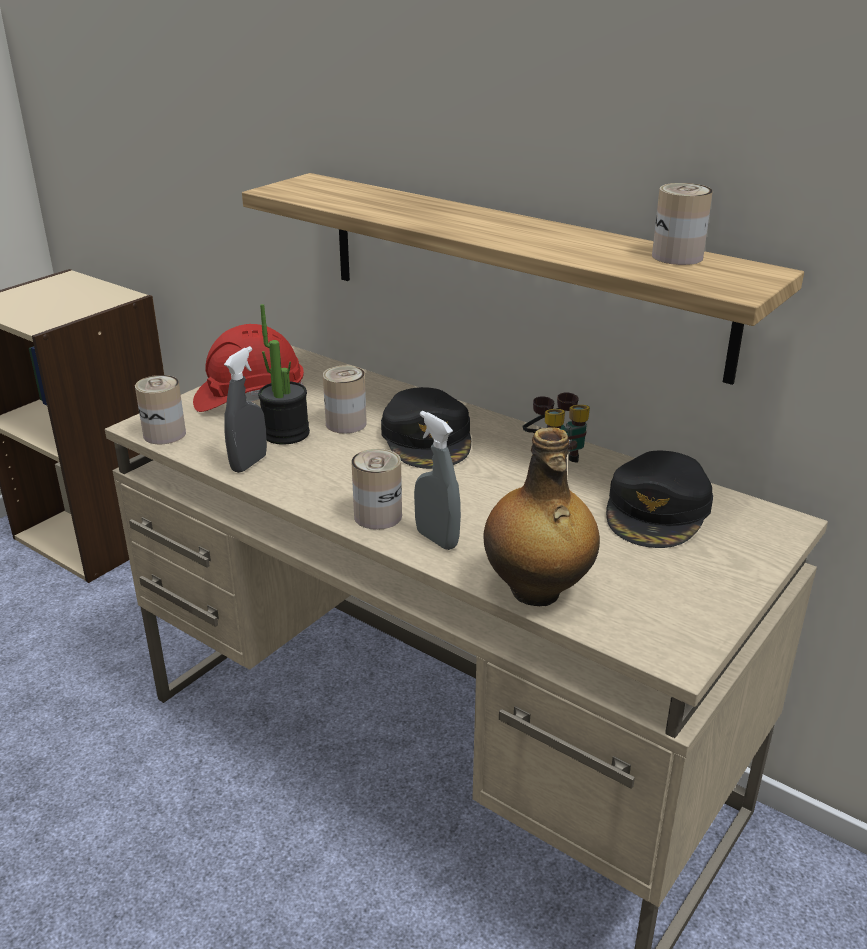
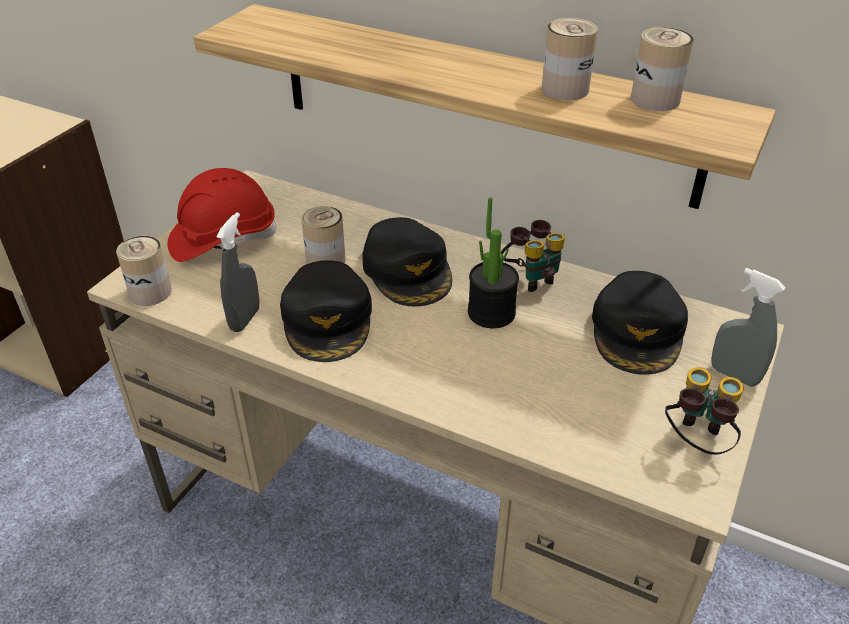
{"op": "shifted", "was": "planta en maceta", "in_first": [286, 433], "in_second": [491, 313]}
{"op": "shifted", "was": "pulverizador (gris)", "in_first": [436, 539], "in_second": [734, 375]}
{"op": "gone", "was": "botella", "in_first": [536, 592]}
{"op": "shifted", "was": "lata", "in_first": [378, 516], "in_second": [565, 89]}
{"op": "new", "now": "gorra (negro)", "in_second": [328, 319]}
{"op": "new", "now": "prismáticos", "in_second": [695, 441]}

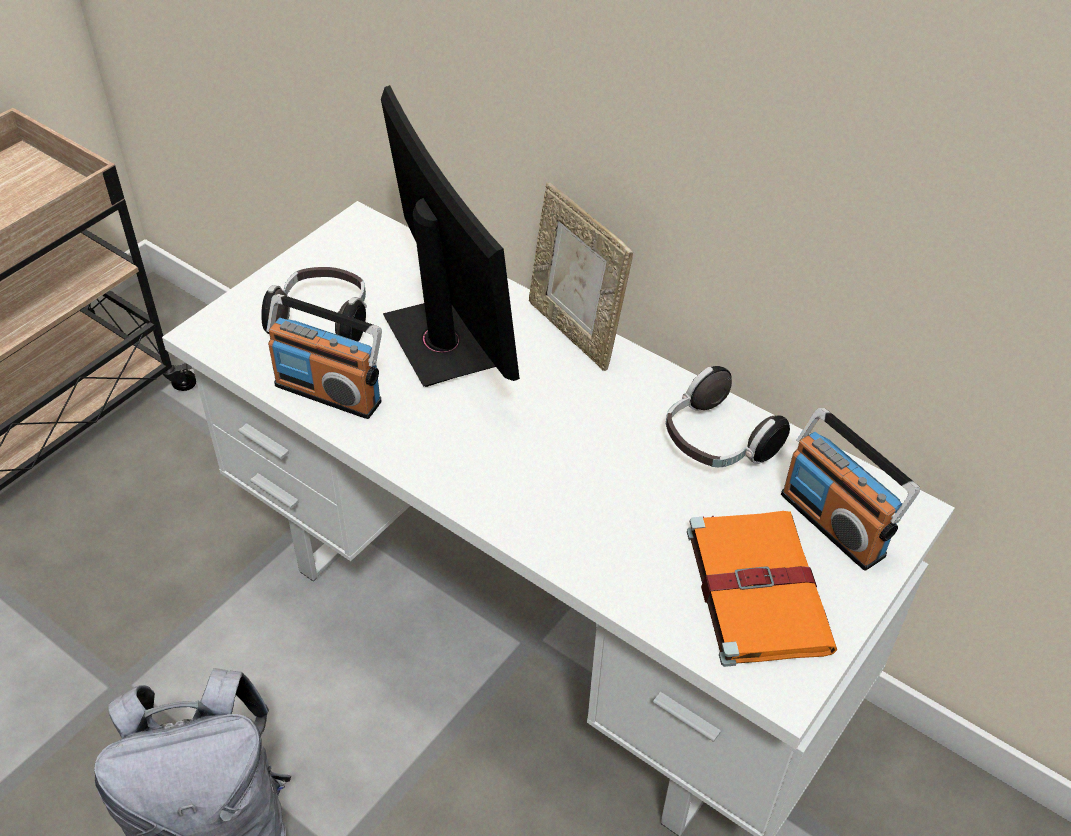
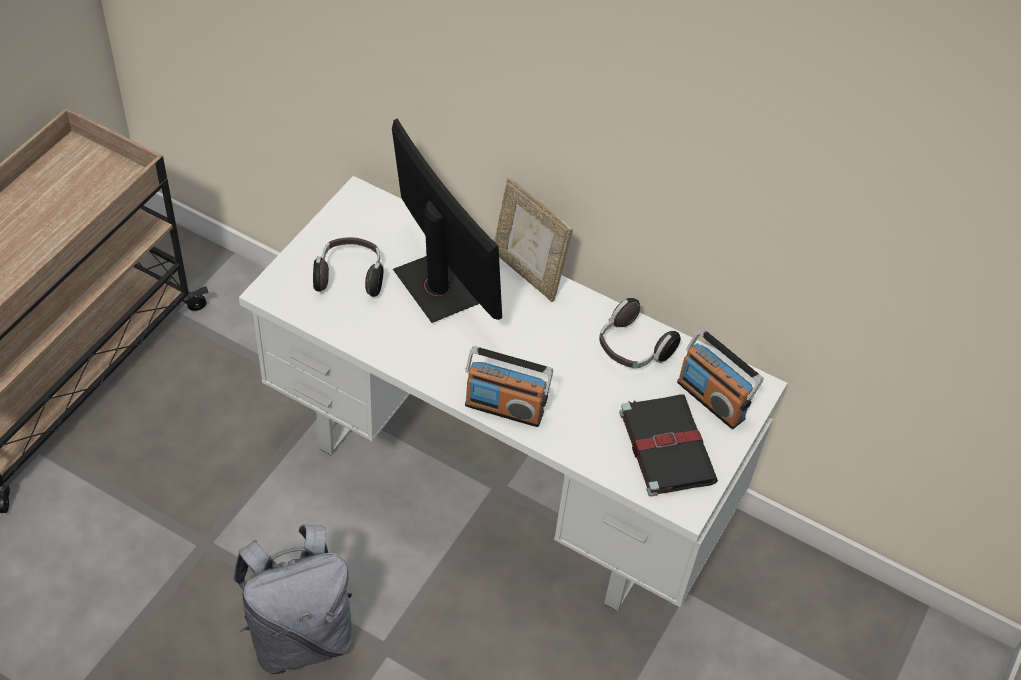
{"op": "shifted", "was": "radio", "in_first": [329, 392], "in_second": [504, 408]}
{"op": "repainted", "was": "libro (naranja)", "now": "libro (negro)", "in_first": [756, 587], "in_second": [666, 445]}

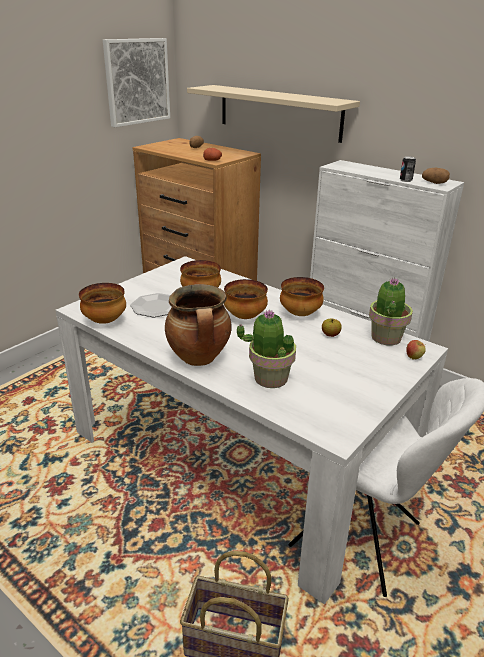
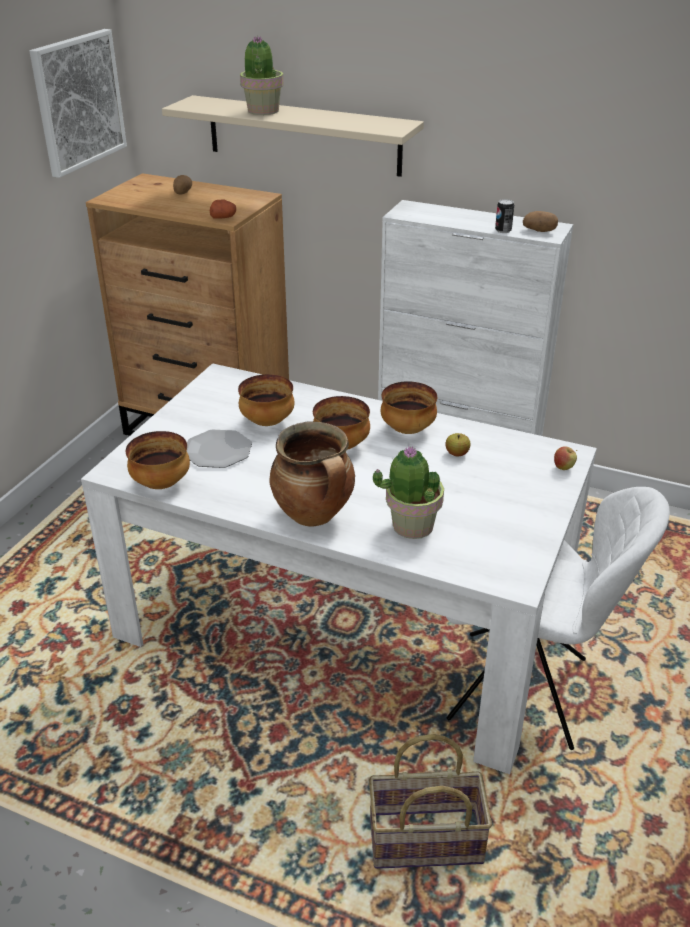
{"op": "shifted", "was": "planta en maceta", "in_first": [385, 338], "in_second": [262, 111]}

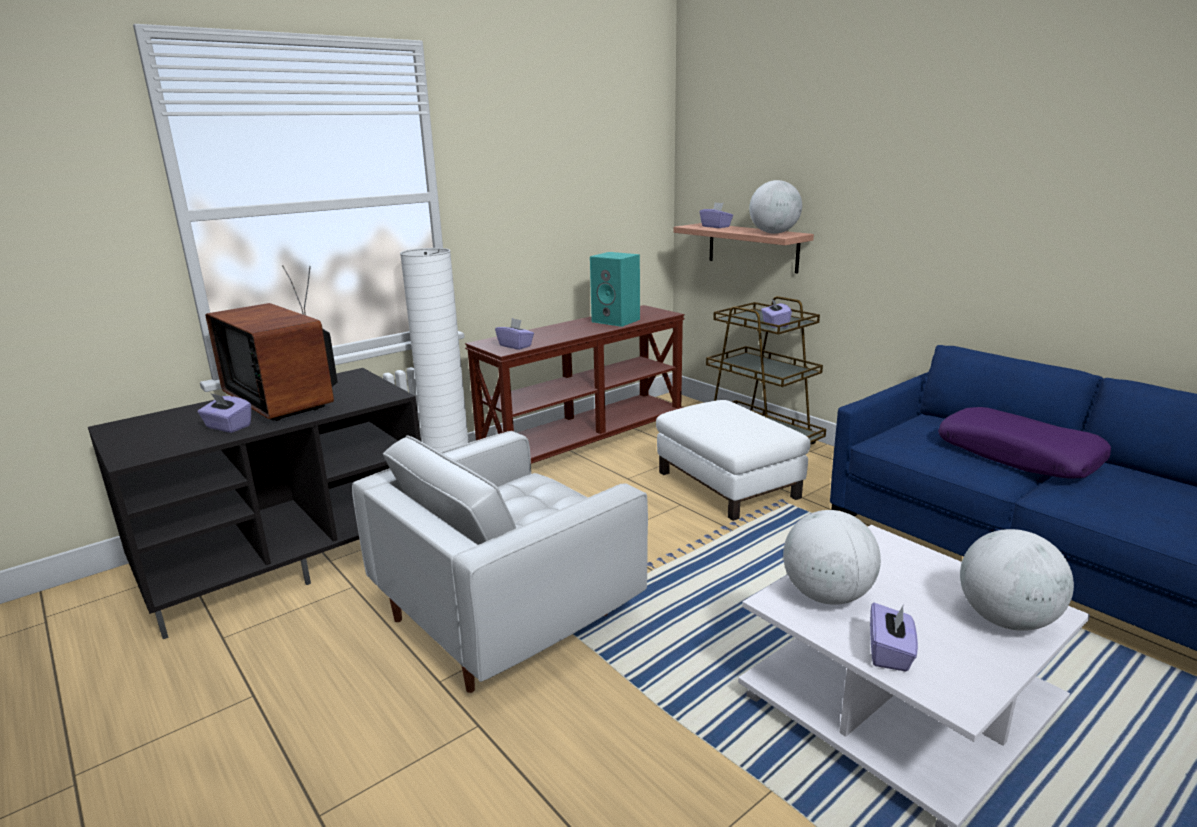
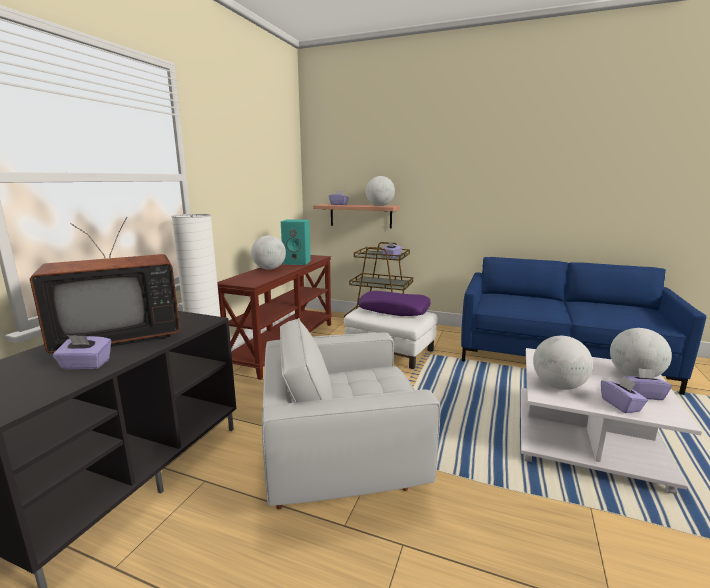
{"op": "rotated", "was": "televisor", "in_first": [287, 401], "in_second": [117, 337], "clockwise": -45}
{"op": "shifted", "was": "caja de pañuelos (morado)", "in_first": [515, 346], "in_second": [643, 395]}
{"op": "shifted", "was": "cojín (morado)", "in_first": [1018, 456], "in_second": [394, 310]}
{"op": "rotated", "was": "sillón (blanco)", "in_first": [509, 612], "in_second": [343, 460], "clockwise": 60}
{"op": "new", "now": "globo terráqueo", "in_second": [269, 269]}

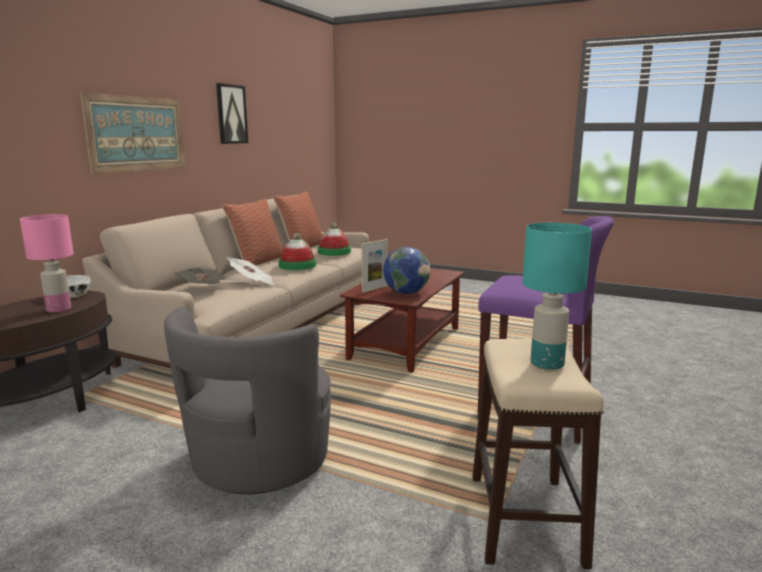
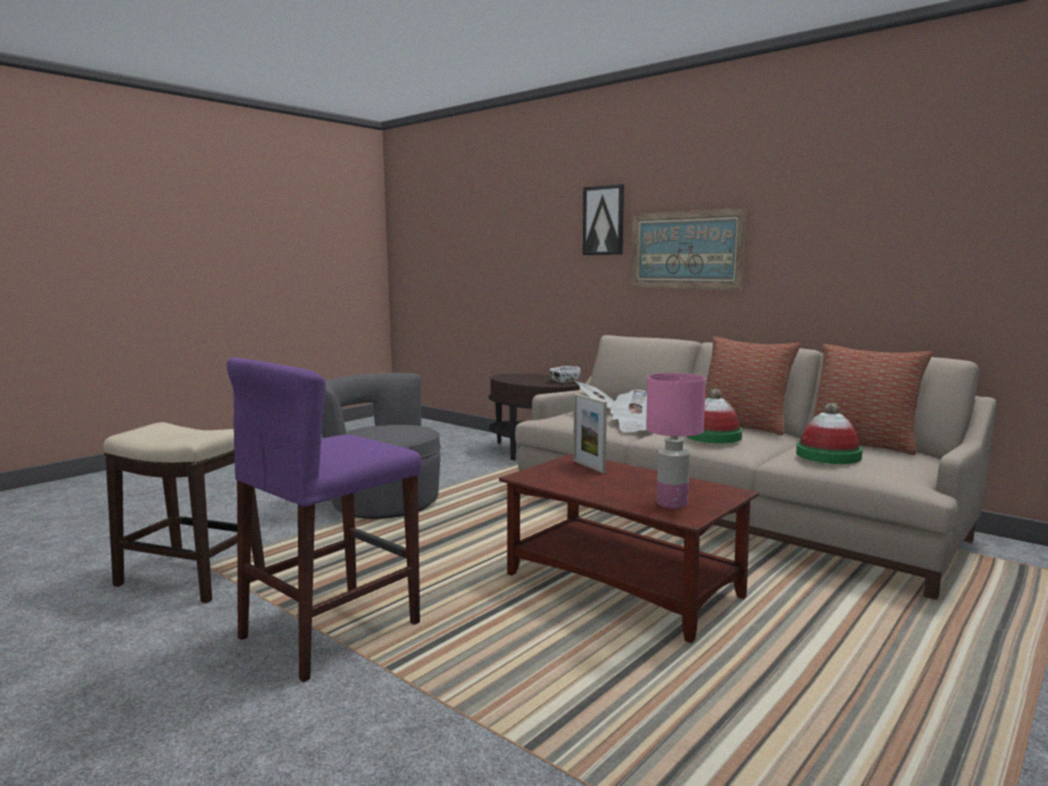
{"op": "shifted", "was": "cuadro", "in_first": [231, 114], "in_second": [604, 220]}
{"op": "shifted", "was": "lámpara de mesa (rosa)", "in_first": [59, 309], "in_second": [672, 504]}
{"op": "gone", "was": "lámpara de mesa (turquesa)", "in_first": [548, 363]}
{"op": "gone", "was": "globo terráqueo", "in_first": [406, 293]}

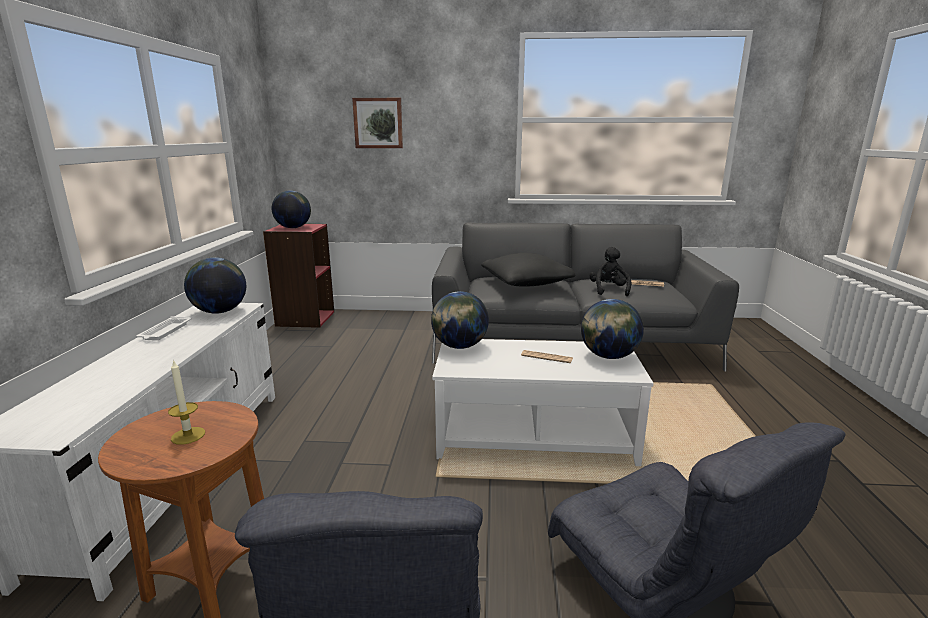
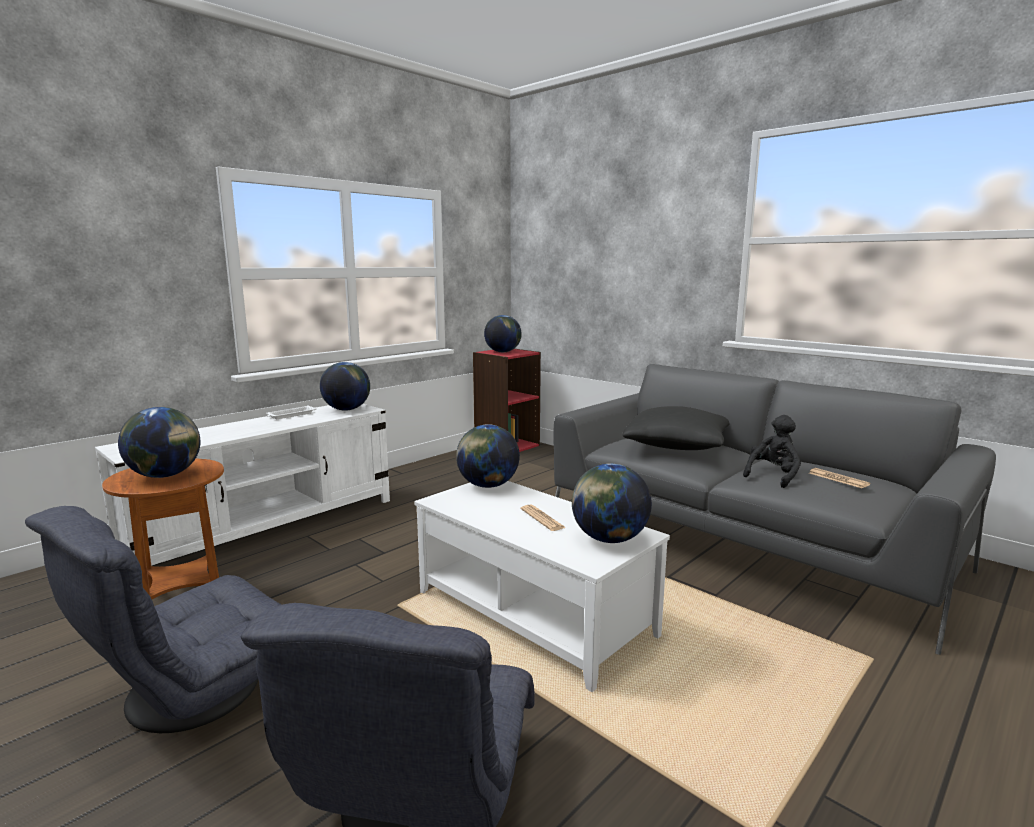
{"op": "gone", "was": "cuadro", "in_first": [378, 123]}
{"op": "swapped", "was": "vela", "now": "globo terráqueo", "in_first": [188, 435], "in_second": [165, 475]}

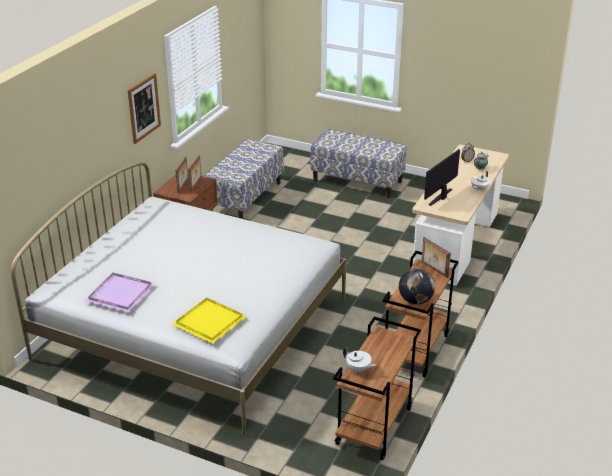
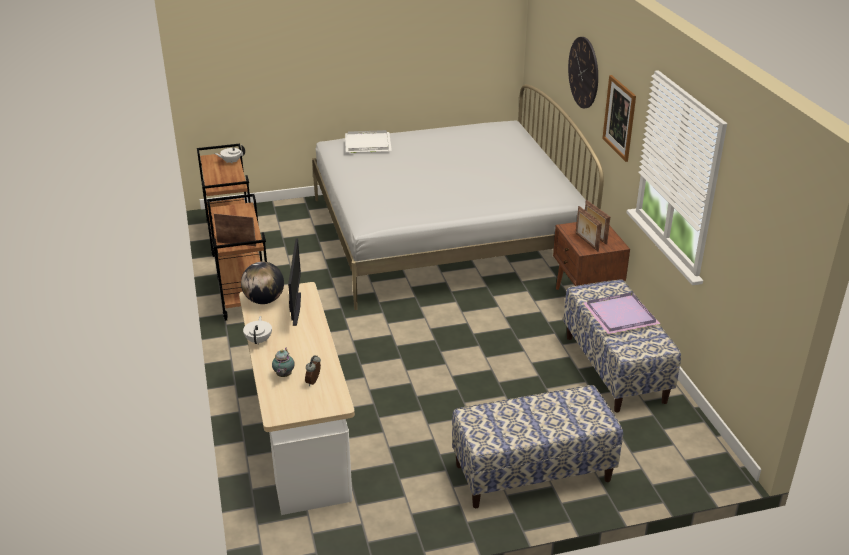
{"op": "shifted", "was": "globo terráqueo", "in_first": [415, 300], "in_second": [264, 300]}
{"op": "shifted", "was": "bandeja (morado)", "in_first": [120, 294], "in_second": [619, 315]}
{"op": "repainted", "was": "bandeja (amarillo)", "now": "bandeja (blanco)", "in_first": [208, 322], "in_second": [368, 143]}
{"op": "new", "now": "reloj de pared", "in_second": [583, 72]}

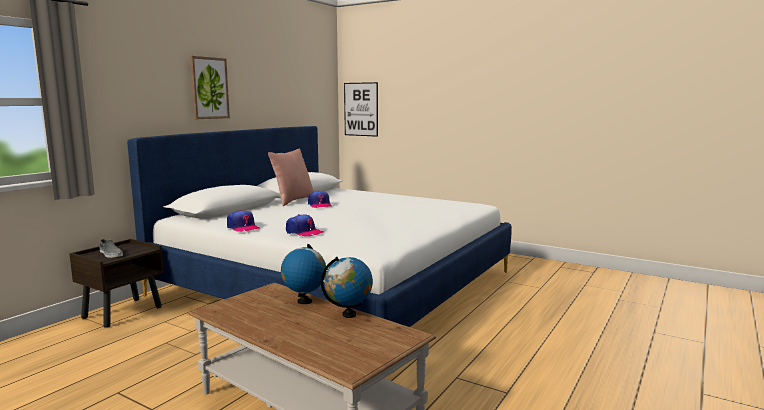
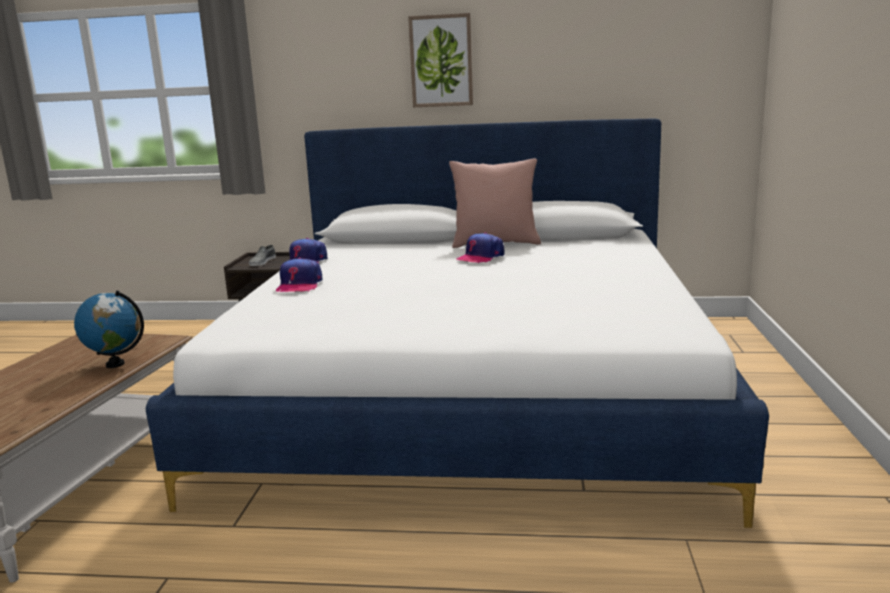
{"op": "gone", "was": "cuadro", "in_first": [361, 109]}
{"op": "gone", "was": "globo terráqueo", "in_first": [349, 315]}

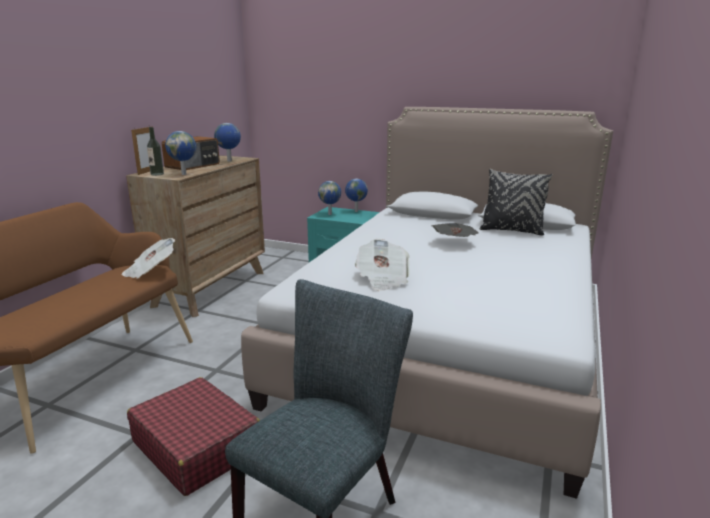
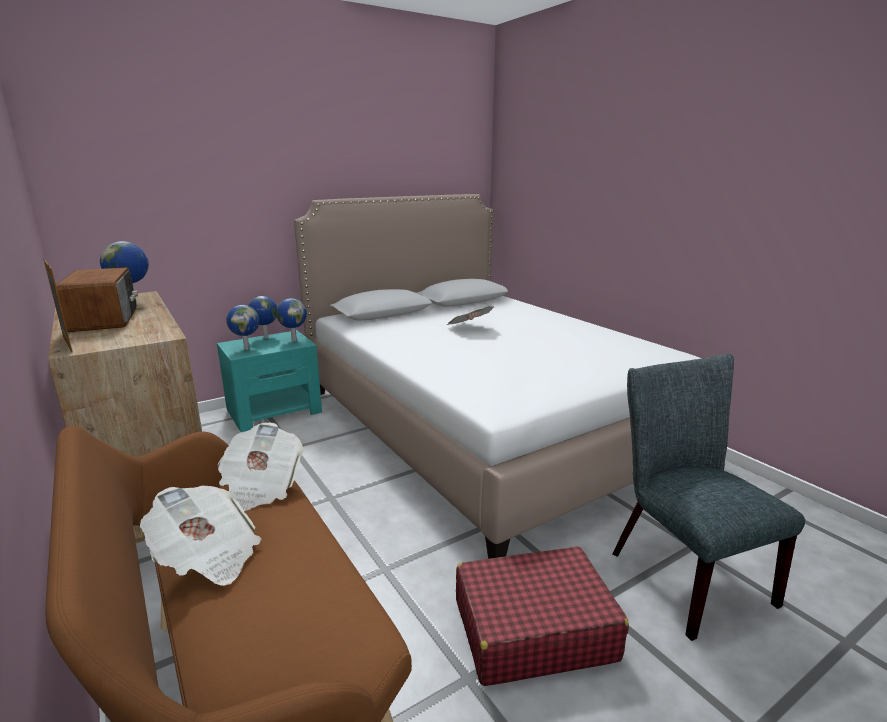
{"op": "gone", "was": "botella", "in_first": [157, 174]}
{"op": "shifted", "was": "globo terráqueo", "in_first": [184, 174], "in_second": [294, 340]}
{"op": "gone", "was": "cojín (negro)", "in_first": [511, 231]}
{"op": "shifted", "was": "periódico", "in_first": [382, 279], "in_second": [207, 556]}

